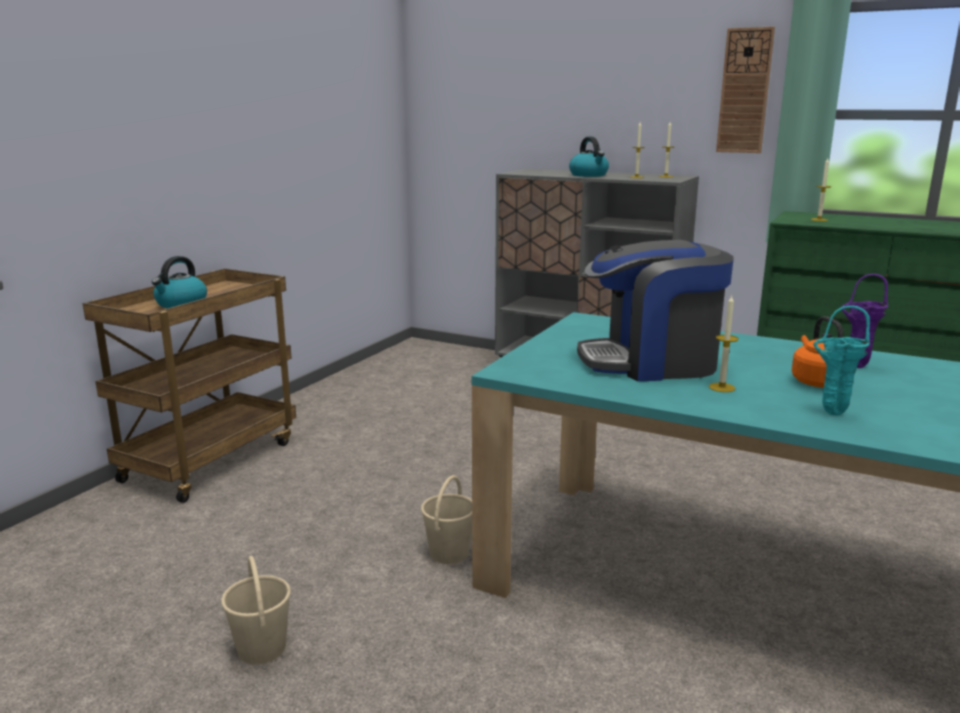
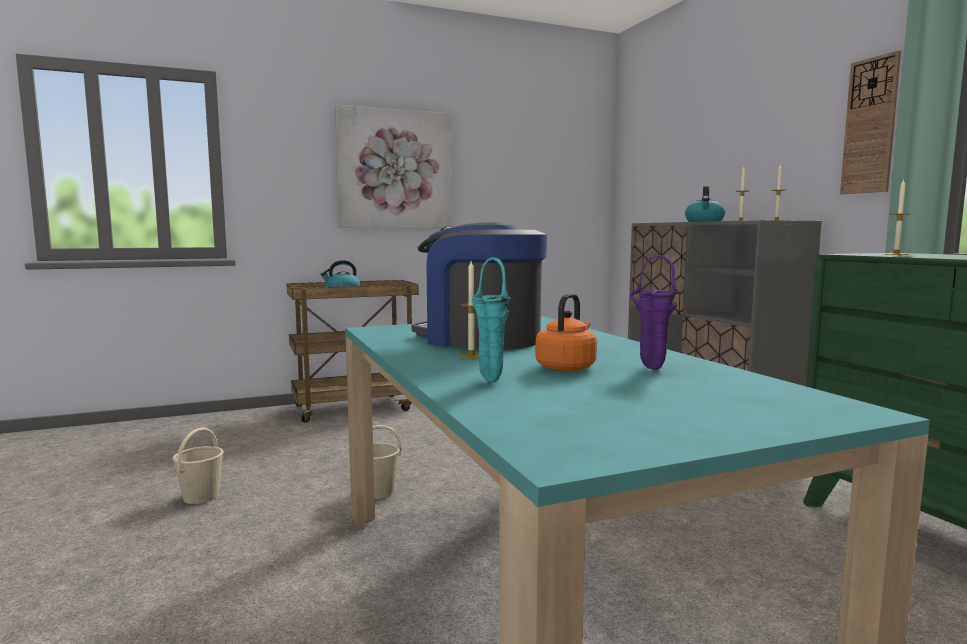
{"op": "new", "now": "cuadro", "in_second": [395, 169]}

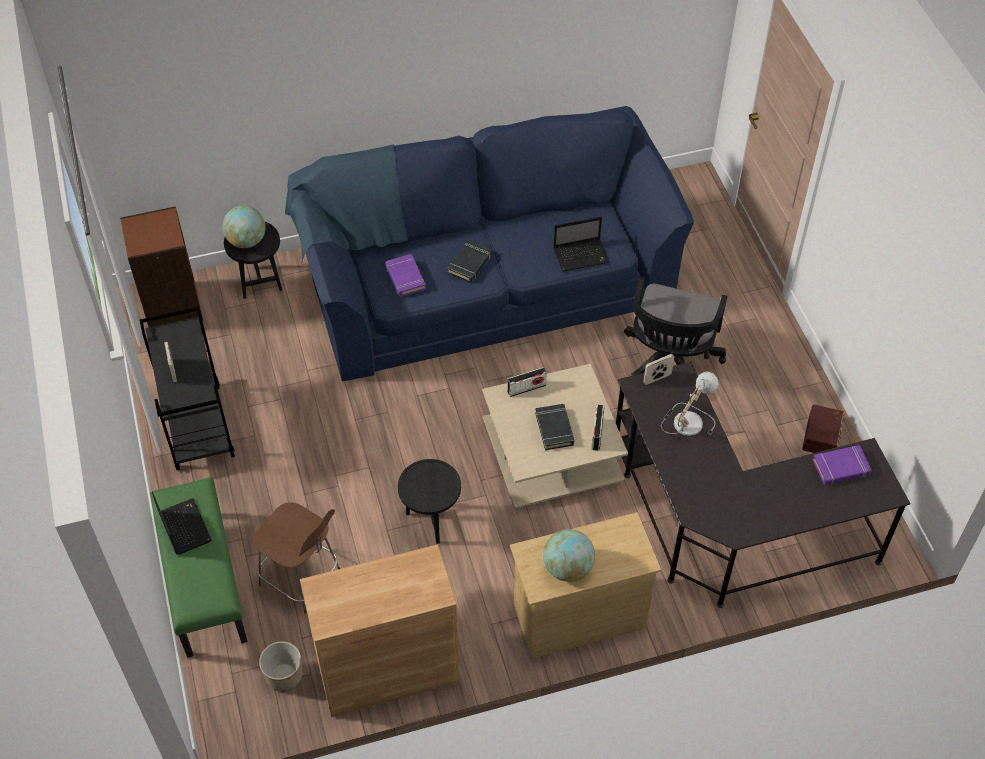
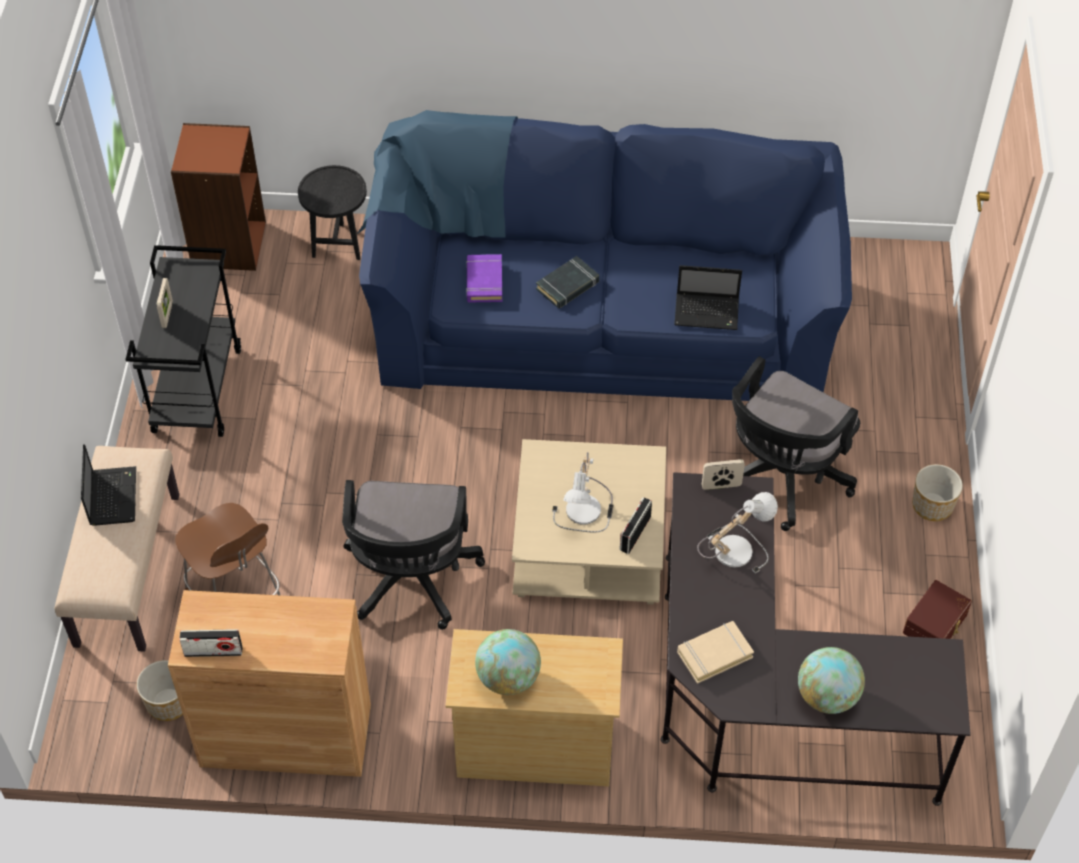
{"op": "shifted", "was": "globo terráqueo", "in_first": [246, 241], "in_second": [827, 696]}
{"op": "shifted", "was": "radio", "in_first": [526, 388], "in_second": [213, 651]}
{"op": "swapped", "was": "libro (negro)", "now": "lámpara de mesa", "in_first": [554, 429], "in_second": [586, 512]}
{"op": "gone", "was": "libro (morado)", "in_first": [841, 468]}
{"op": "swapped", "was": "mesa auxiliar (negro)", "now": "silla de oficina (negro)", "in_first": [431, 523], "in_second": [411, 581]}
{"op": "repainted", "was": "banco (verde)", "now": "banco (beis)", "in_first": [203, 582], "in_second": [126, 568]}
{"op": "new", "now": "maceta", "in_second": [933, 506]}
{"op": "new", "now": "libro (beis)", "in_second": [714, 654]}

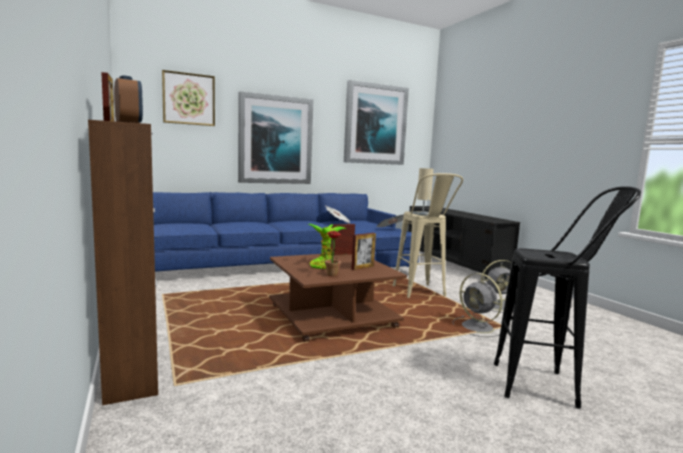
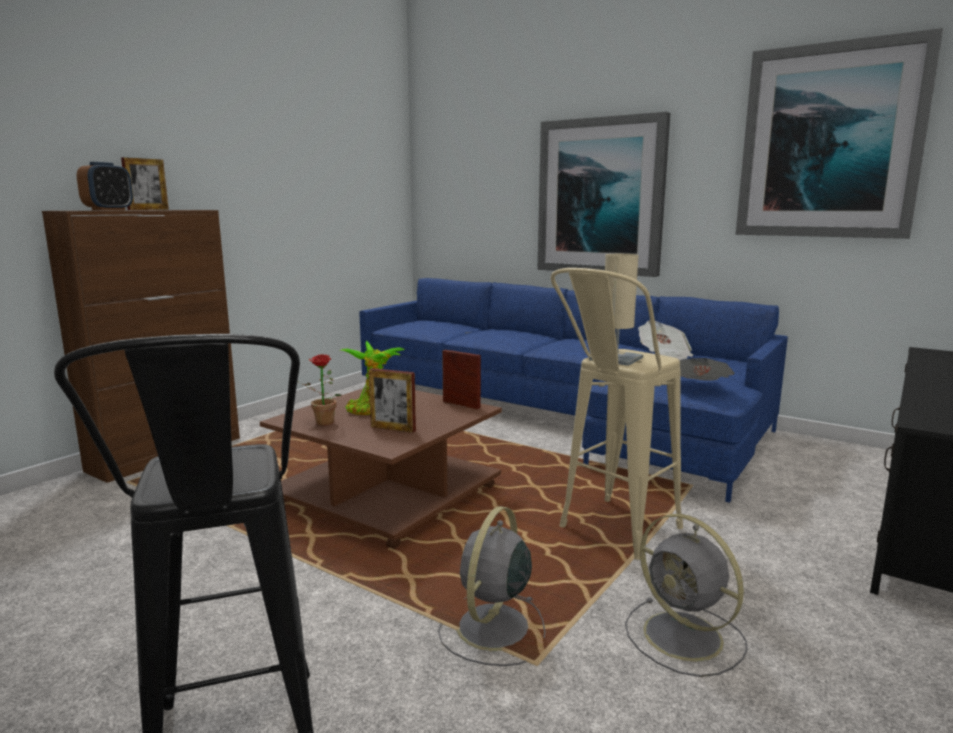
{"op": "gone", "was": "cuadro", "in_first": [189, 99]}

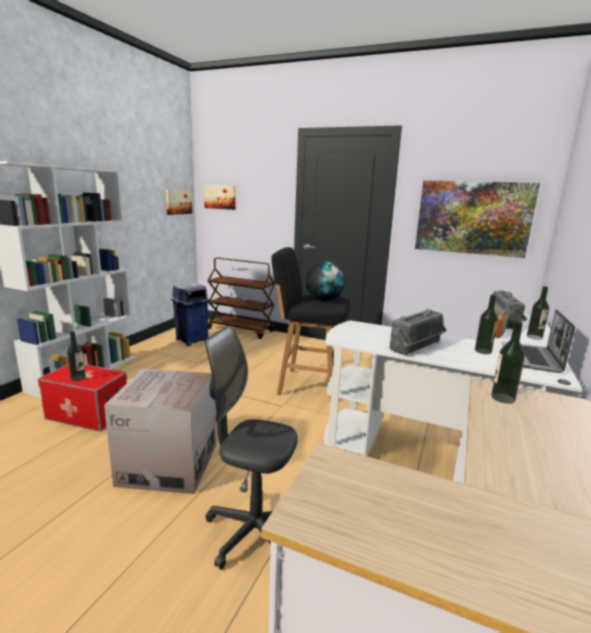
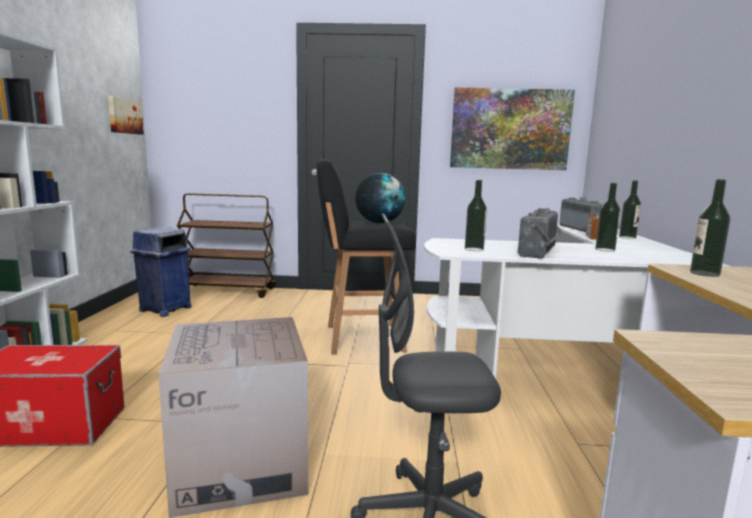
{"op": "gone", "was": "cuadro", "in_first": [220, 197]}
{"op": "gone", "was": "portátil", "in_first": [531, 358]}
{"op": "shifted", "was": "botella", "in_first": [78, 378], "in_second": [474, 249]}

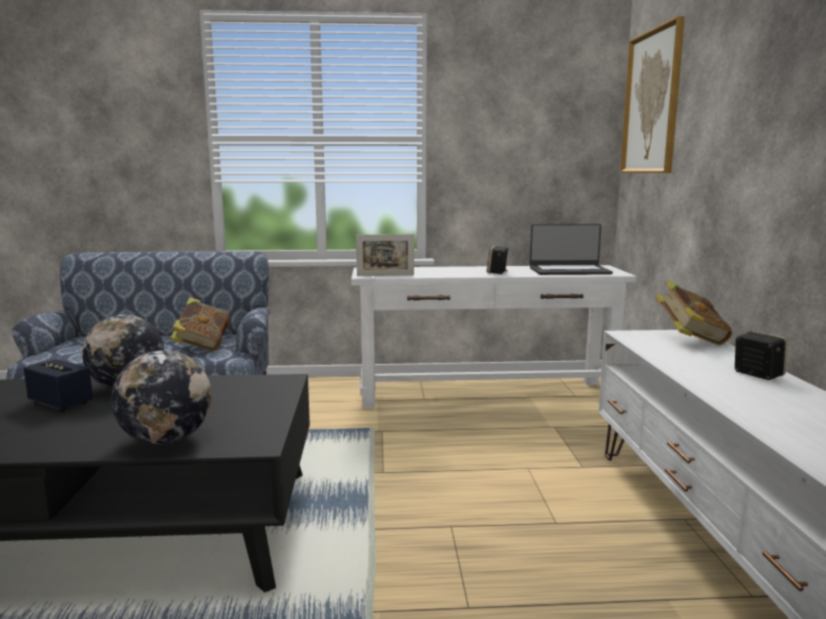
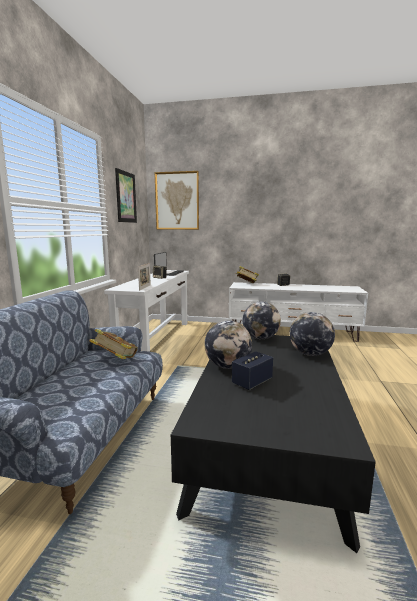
{"op": "new", "now": "cuadro", "in_second": [126, 197]}
{"op": "new", "now": "globo terráqueo", "in_second": [260, 338]}

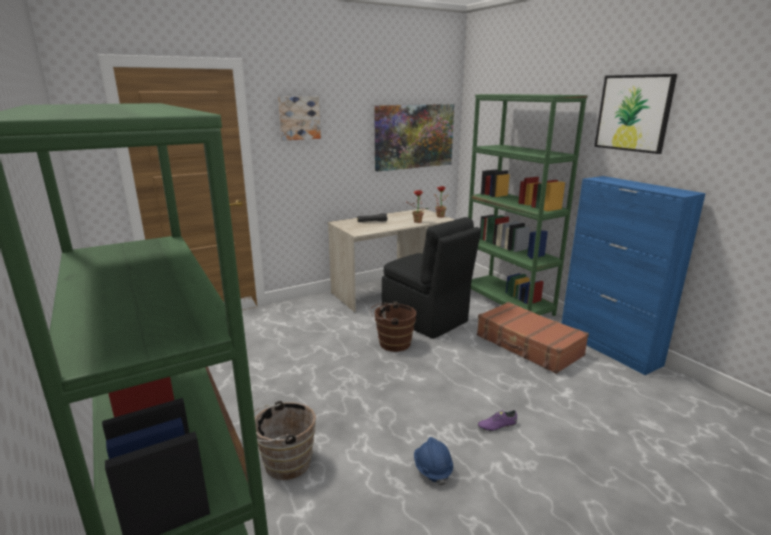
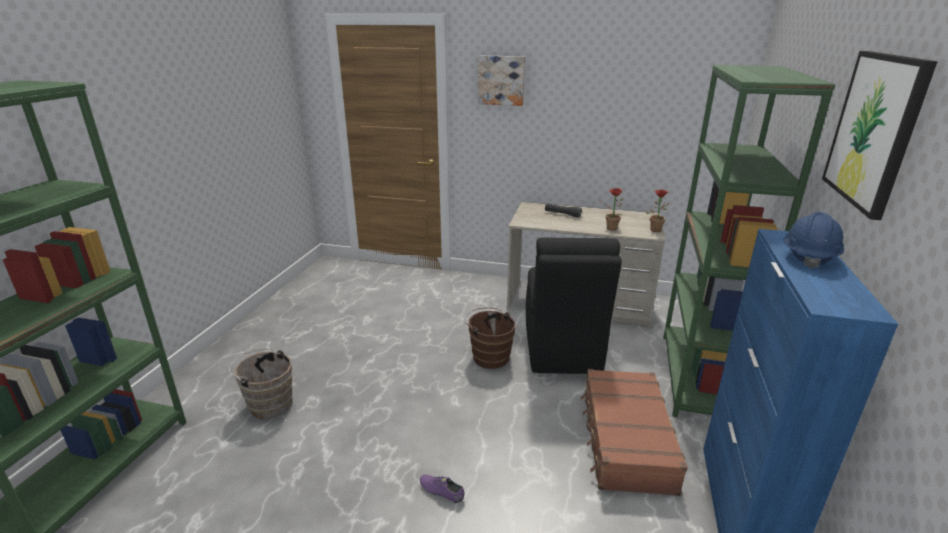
{"op": "gone", "was": "cuadro", "in_first": [414, 136]}
{"op": "shifted", "was": "casco (azul)", "in_first": [432, 469], "in_second": [808, 257]}

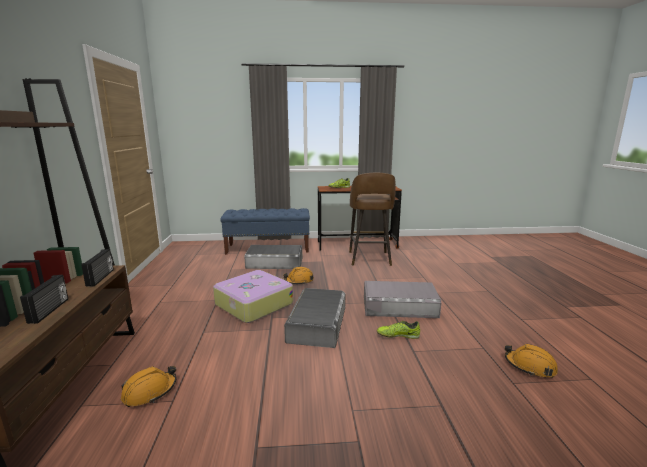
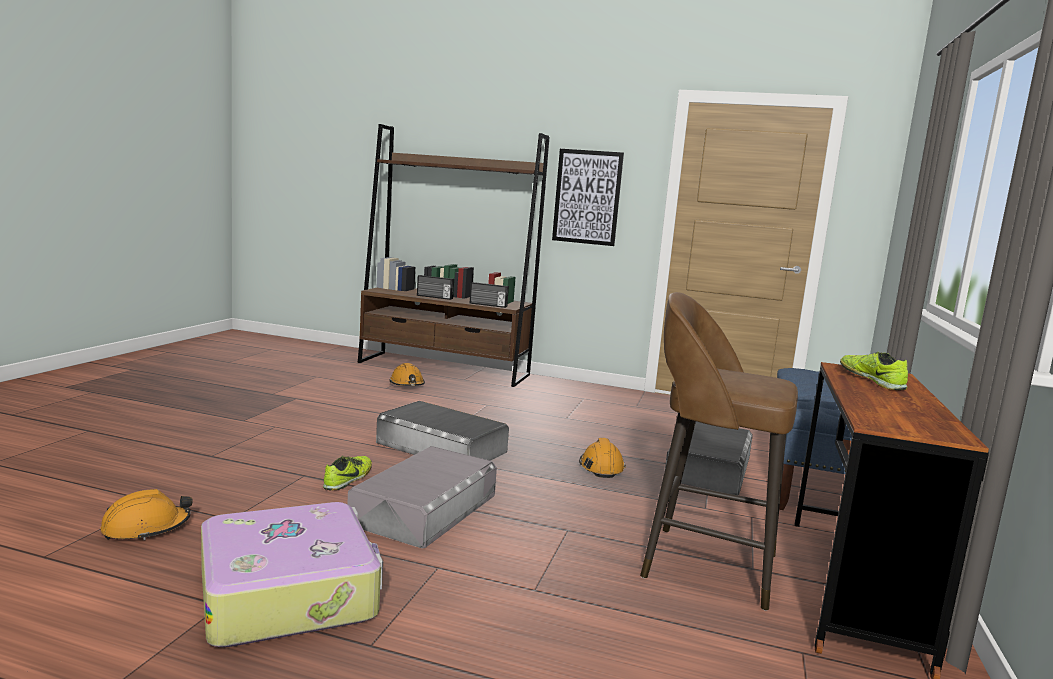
{"op": "shifted", "was": "maleta", "in_first": [253, 304], "in_second": [289, 592]}
{"op": "new", "now": "cuadro", "in_second": [587, 197]}

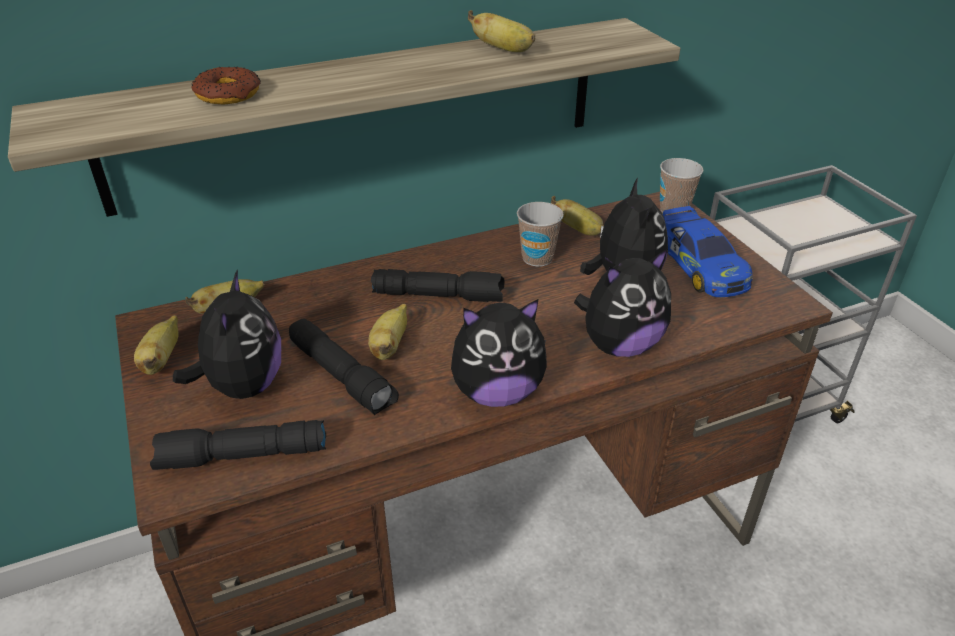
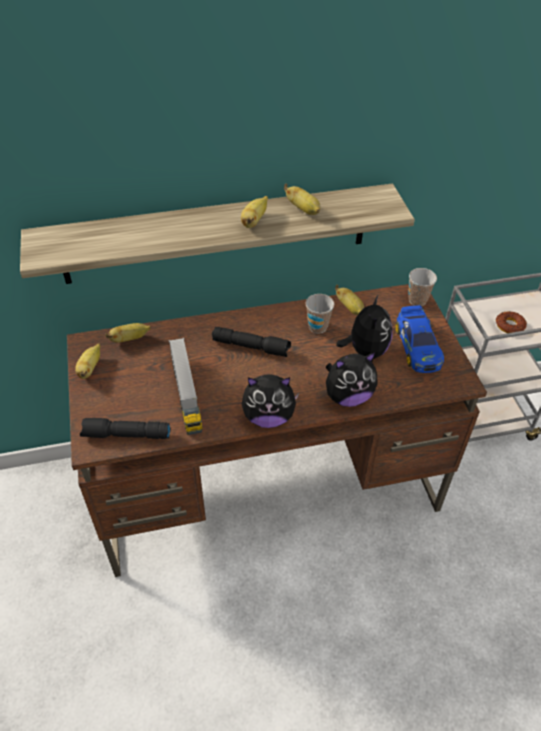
{"op": "shifted", "was": "rosquilla", "in_first": [228, 94], "in_second": [510, 325]}
{"op": "gone", "was": "peluche", "in_first": [243, 385]}
{"op": "shifted", "was": "plátano", "in_first": [389, 346], "in_second": [254, 221]}
{"op": "swapped", "was": "linterna (negro)", "now": "camión de juguete", "in_first": [343, 376], "in_second": [186, 393]}

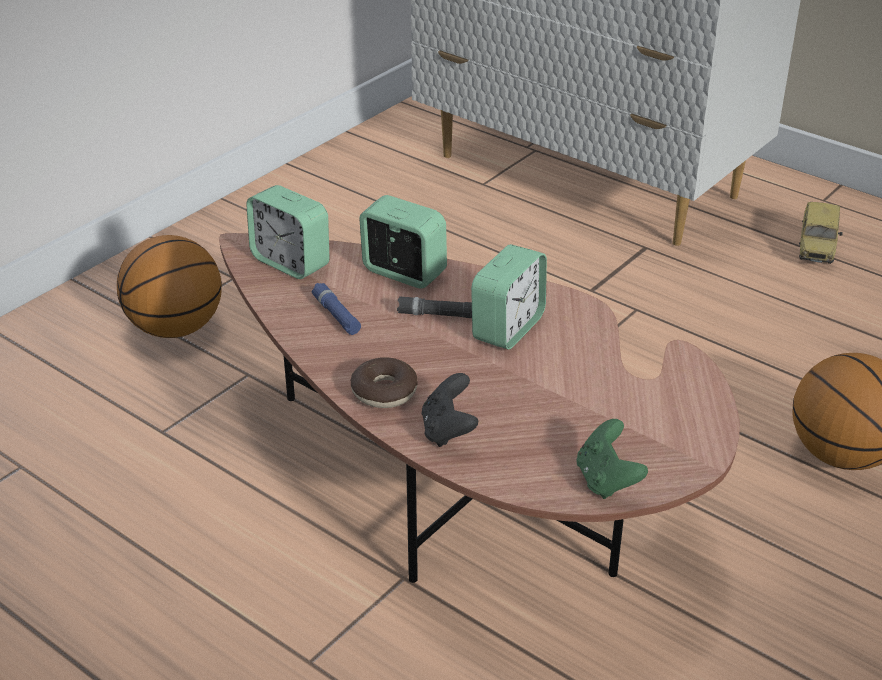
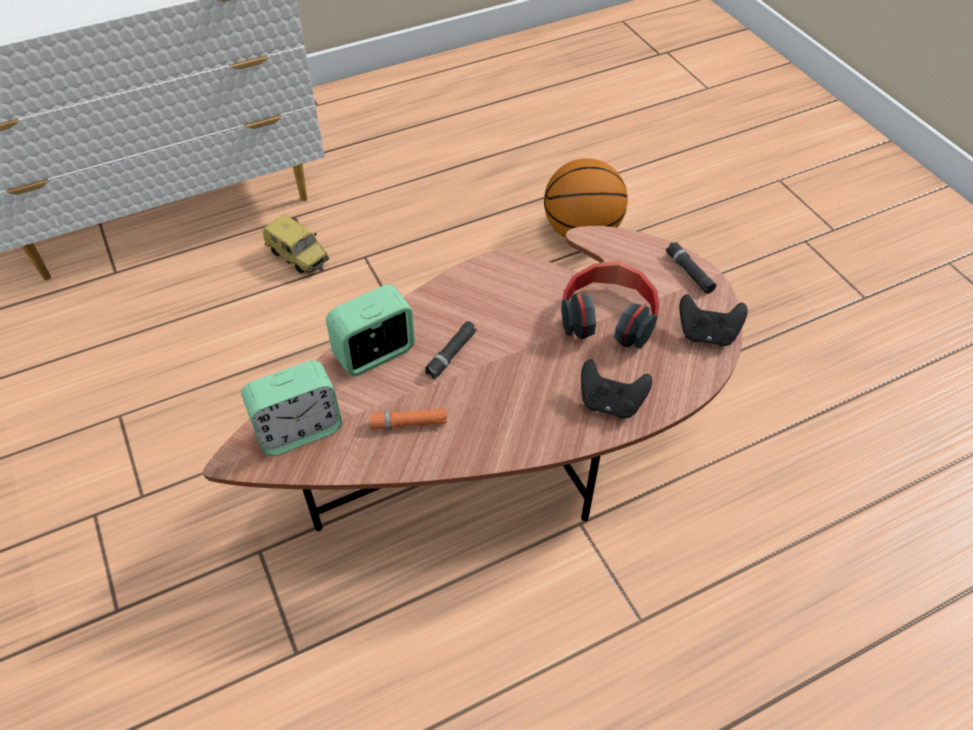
{"op": "shifted", "was": "coche de juguete", "in_first": [817, 251], "in_second": [299, 257]}
{"op": "gone", "was": "balón de baloncesto", "in_first": [176, 328]}
{"op": "gone", "was": "despertador", "in_first": [508, 328]}
{"op": "repainted", "was": "linterna (azul)", "now": "linterna (naranja)", "in_first": [336, 315], "in_second": [408, 423]}
{"op": "gone", "was": "rosquilla", "in_first": [384, 392]}
{"op": "repainted", "was": "mando de consola (verde)", "now": "mando de consola (negro)", "in_first": [606, 480], "in_second": [707, 334]}
{"op": "new", "now": "linterna (negro)", "in_second": [689, 272]}
{"op": "new", "now": "auriculares", "in_second": [608, 317]}

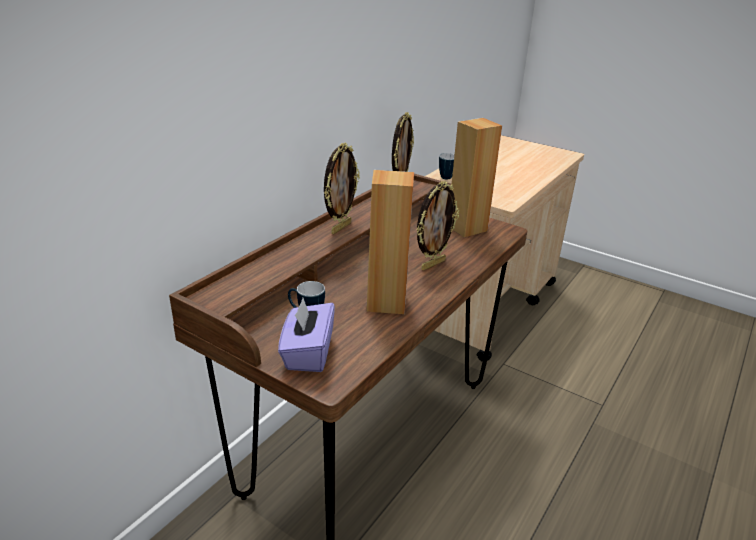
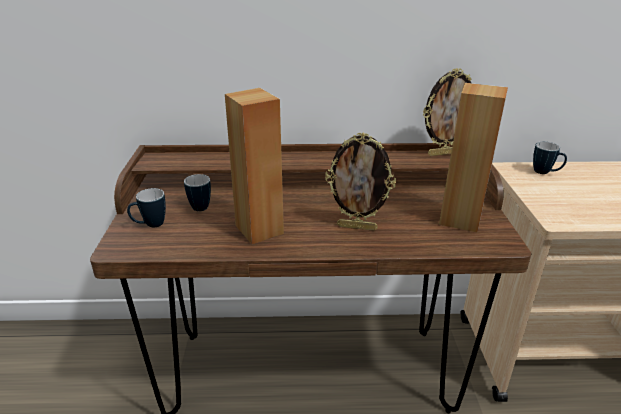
{"op": "gone", "was": "portarretratos", "in_first": [340, 228]}
{"op": "swapped", "was": "caja de pañuelos (morado)", "now": "taza grande", "in_first": [308, 353], "in_second": [150, 225]}

